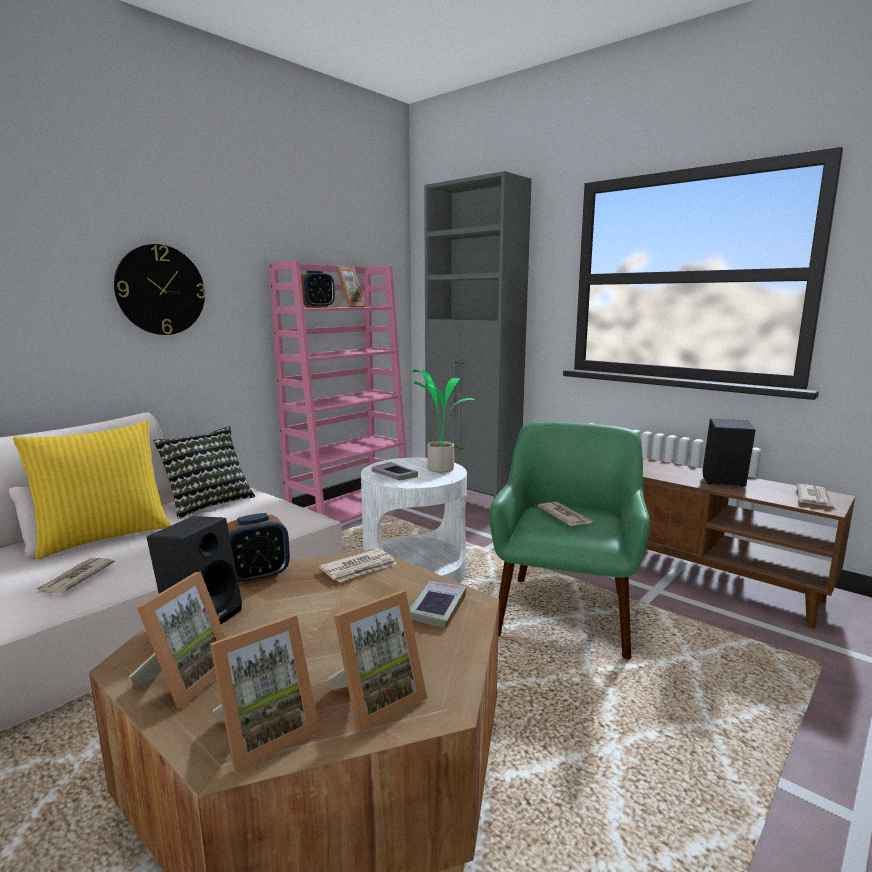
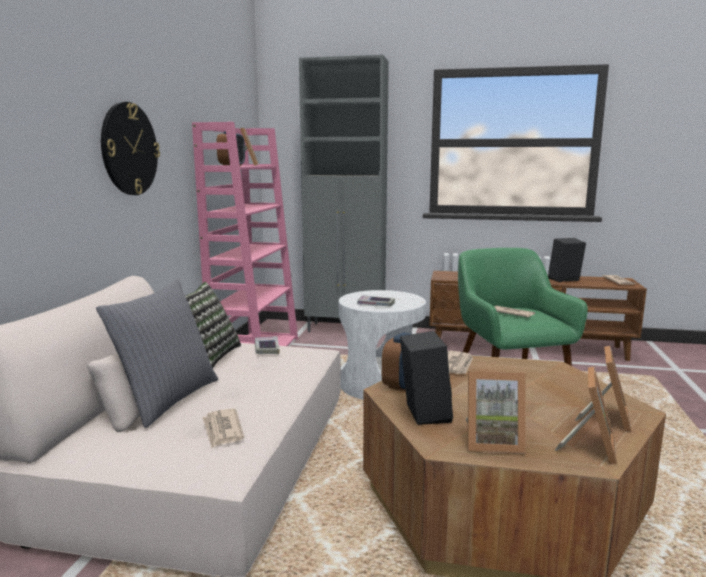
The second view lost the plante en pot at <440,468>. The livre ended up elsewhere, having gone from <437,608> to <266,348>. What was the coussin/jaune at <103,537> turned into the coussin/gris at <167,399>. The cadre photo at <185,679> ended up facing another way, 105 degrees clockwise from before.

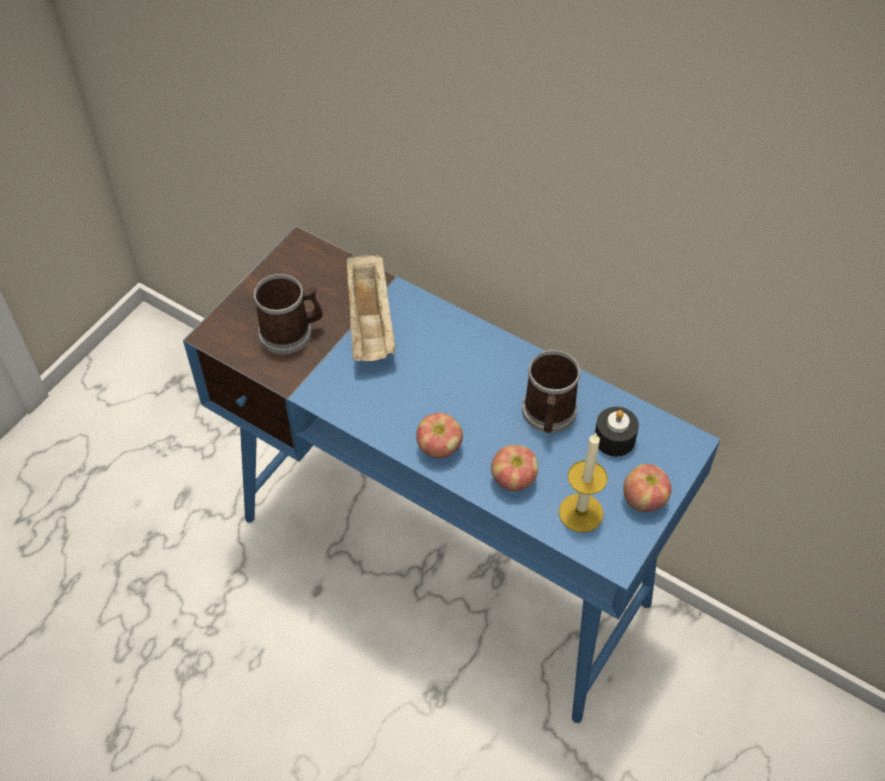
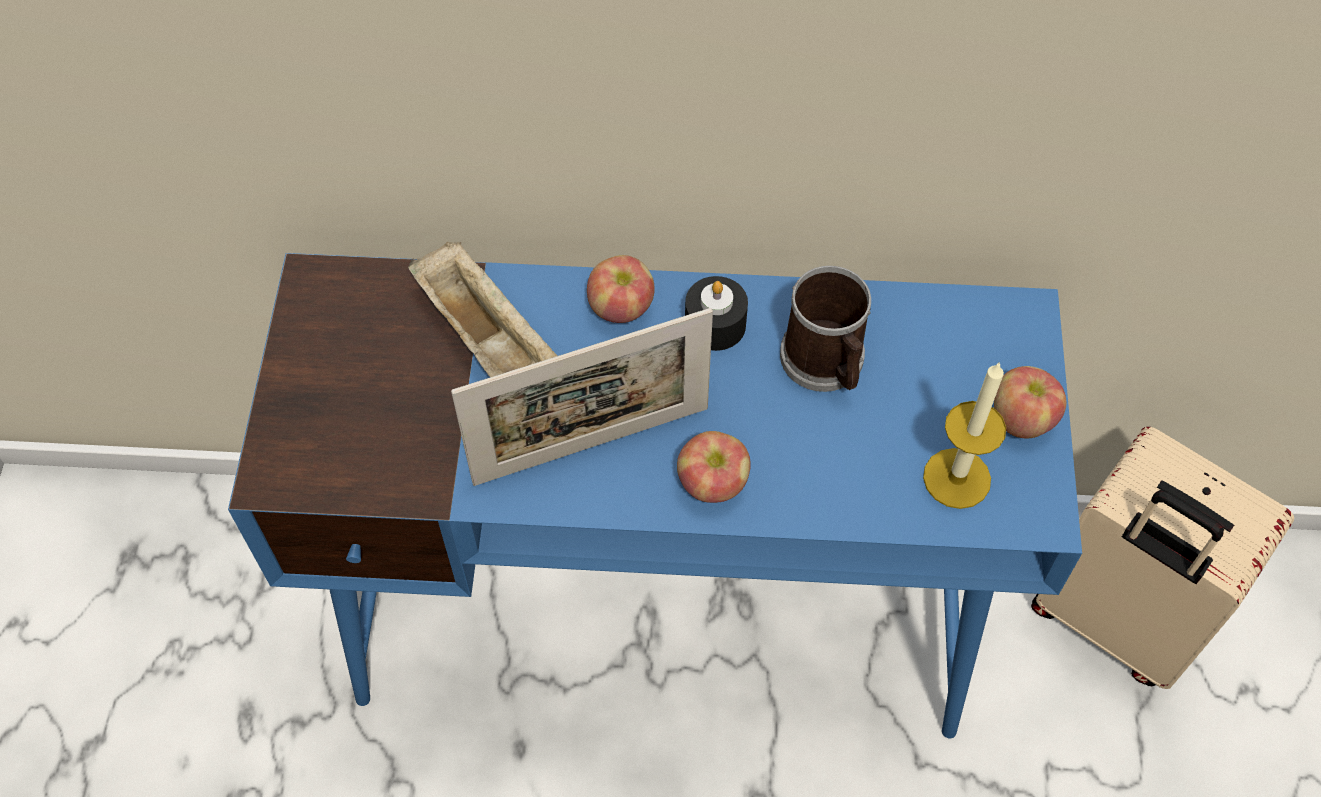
The second view lost the mug at <291,332>. The second view gained the cadre photo at <591,445>. The second view gained the valise/beige at <1113,620>. The pomme ended up elsewhere, having gone from <513,479> to <621,307>. The bougie/noir ended up elsewhere, having gone from <614,439> to <715,324>.

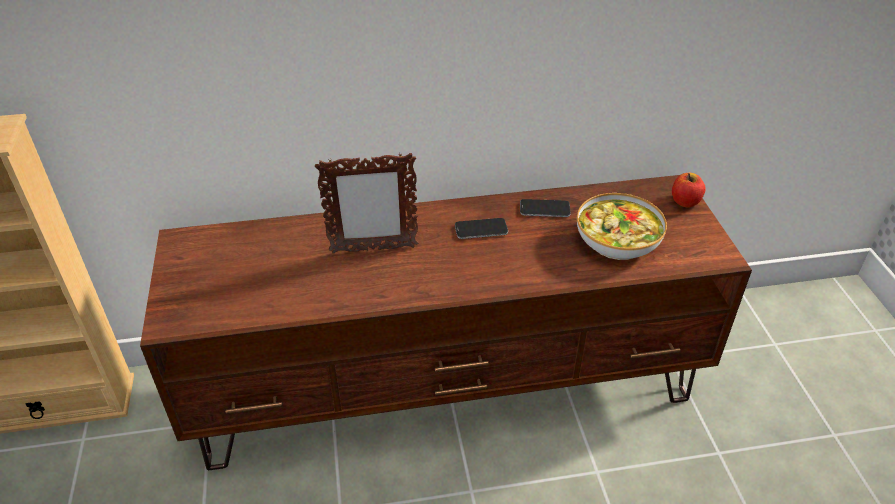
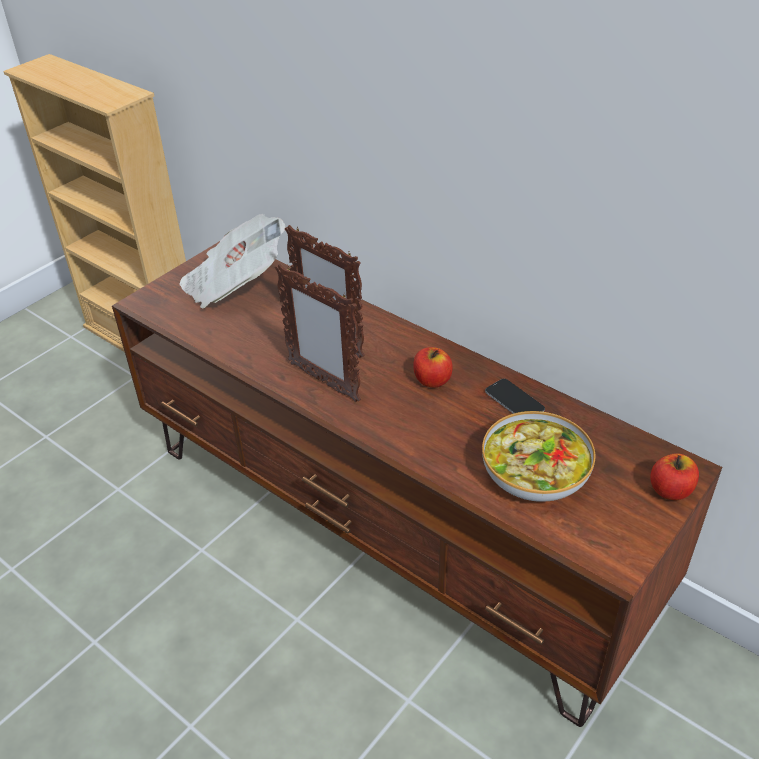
The second view gained the journal at <234,285>. The second view gained the cadre photo at <323,382>. Where the téléphone stood at <481,229>, the pomme came to stand at <432,380>.

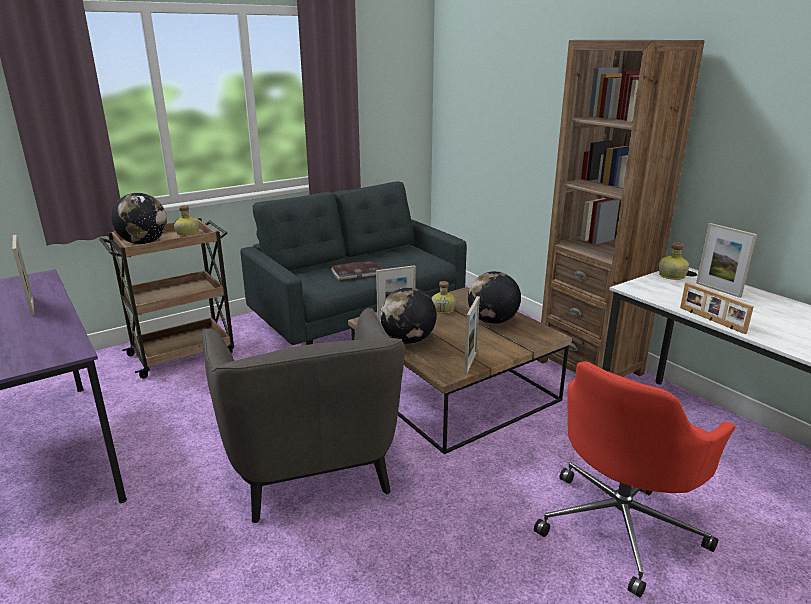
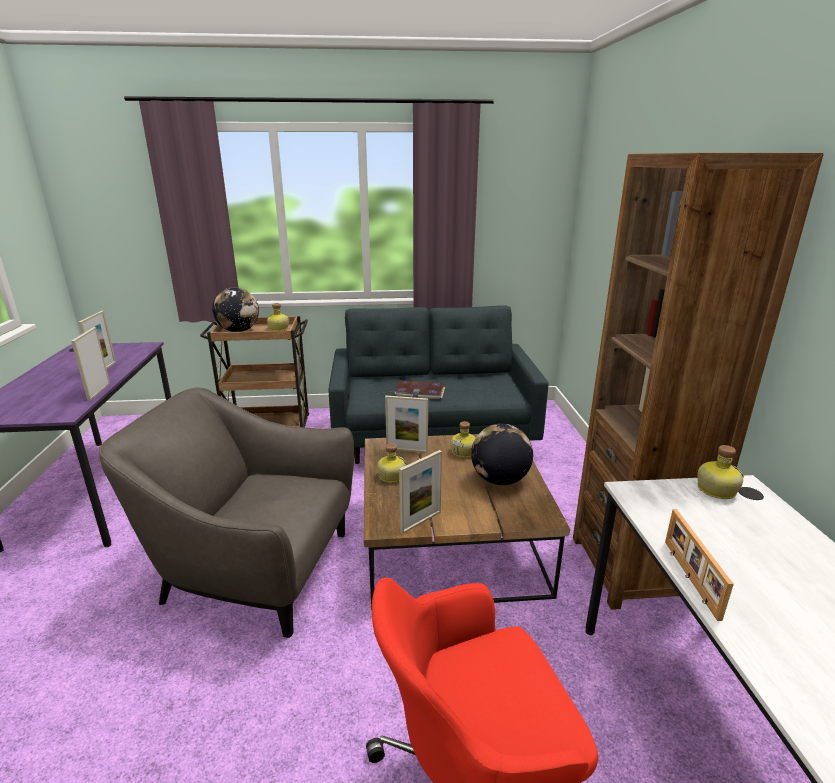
The cadre photo ended up elsewhere, having gone from <718,290> to <99,391>. Where the globe stood at <408,340>, the bouteille came to stand at <391,476>. The fauteuil/gris at <311,463> ended up facing another way, 90 degrees clockwise from before.

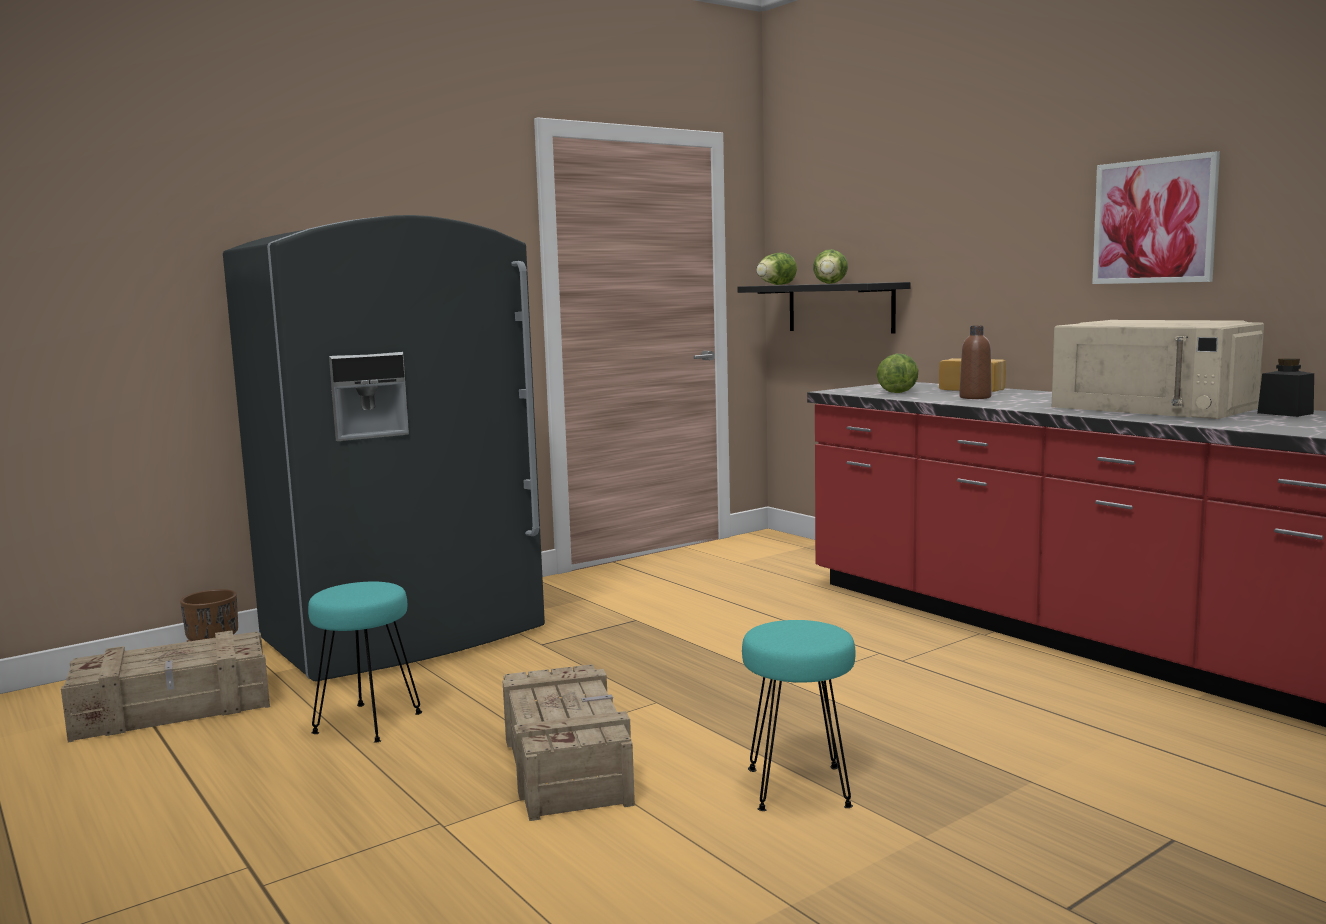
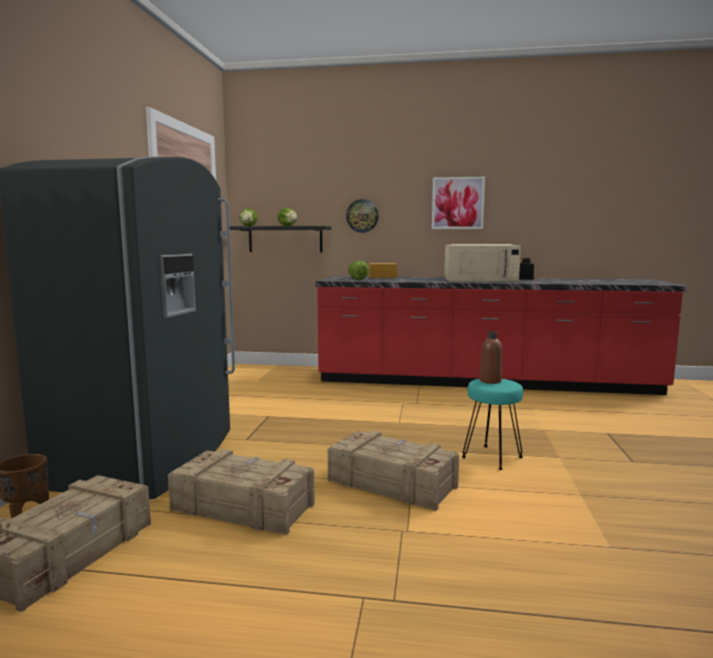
The second view gained the horloge murale at <362,216>. The bouteille/marron ended up elsewhere, having gone from <975,397> to <490,381>. Where the tabouret/turquoise stood at <367,722>, the caisse came to stand at <242,506>.

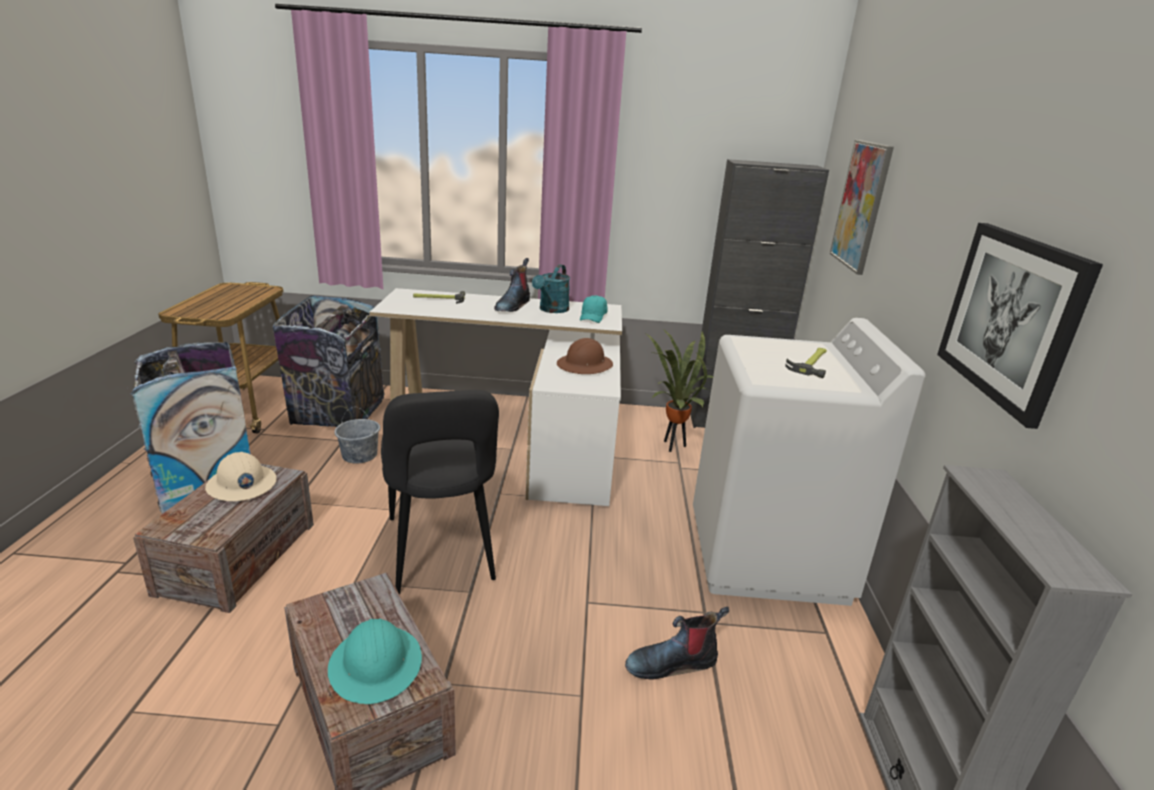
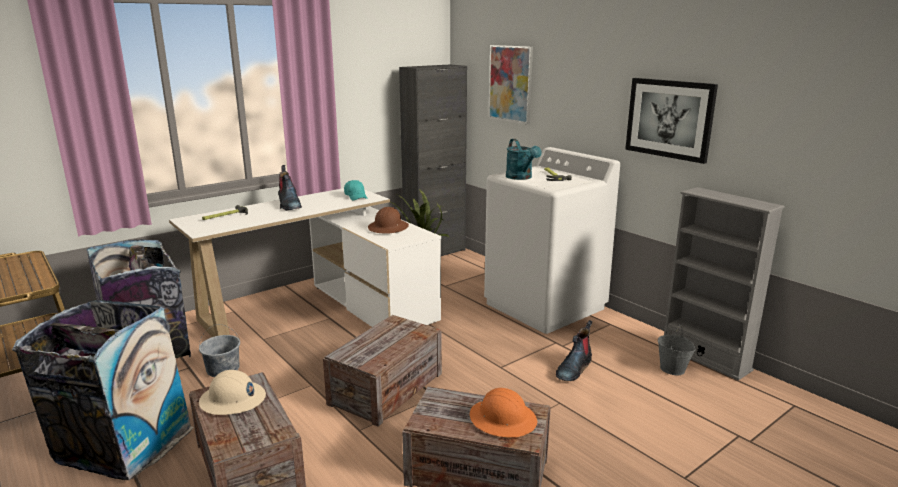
The second view gained the seau/gris at <673,369>. The arrosoir/turquoise ended up elsewhere, having gone from <551,310> to <521,177>. Where the chaise/noir stood at <441,553>, the caisse came to stand at <386,389>. What was the casque de chantier/turquoise at <376,665> turned into the casque de chantier/orange at <503,419>.

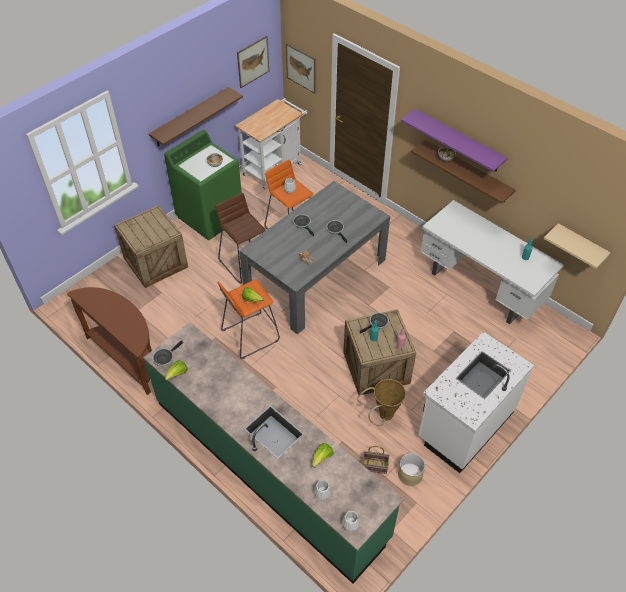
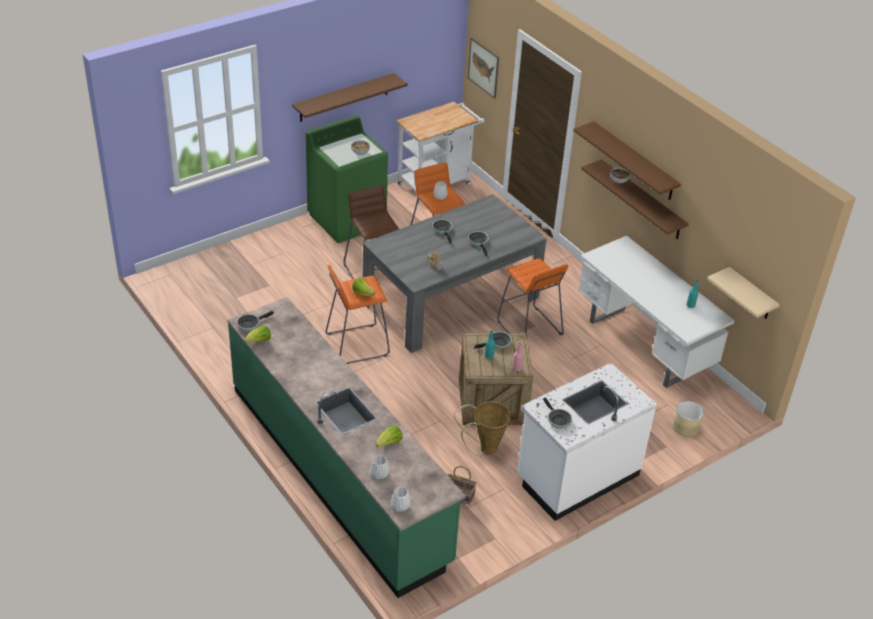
The second view lost the table console/marron at <128,357>. The second view lost the caisse at <155,262>. The second view lost the tableau at <253,61>. The second view gained the tabouret/orange at <529,328>. The second view gained the poêle at <557,419>. The cache-pot/beige ended up elsewhere, having gone from <410,474> to <686,427>. What was the étagère/violet at <458,140> turned into the étagère/marron at <634,161>.

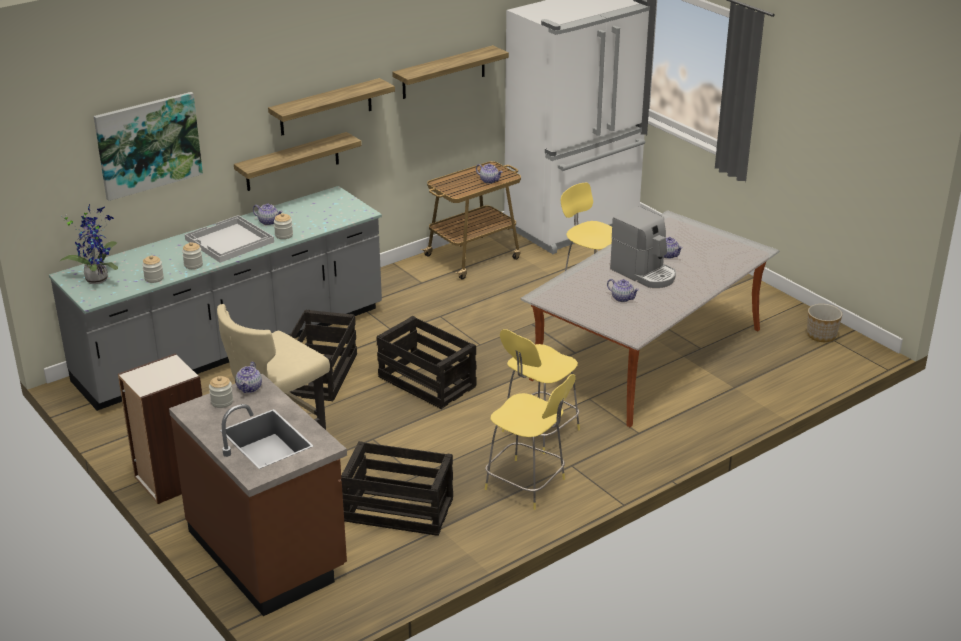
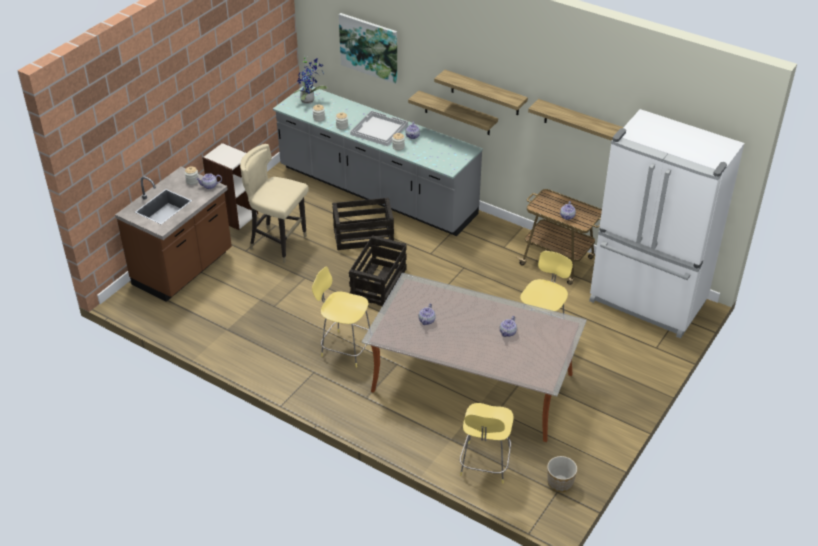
The second view lost the caisse at <397,510>. The second view lost the machine à café at <644,273>. The tabouret/jaune ended up elsewhere, having gone from <527,485> to <484,464>.

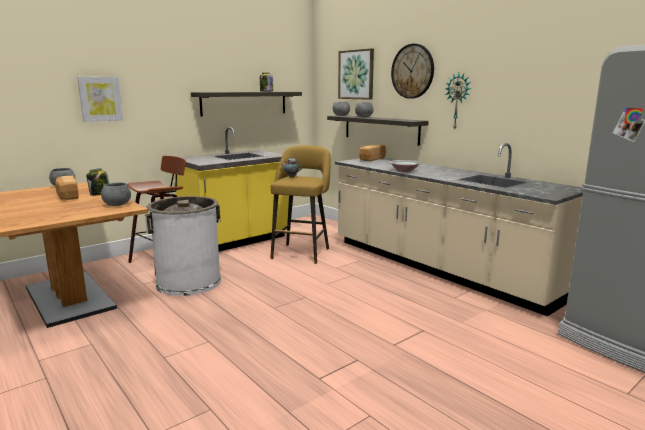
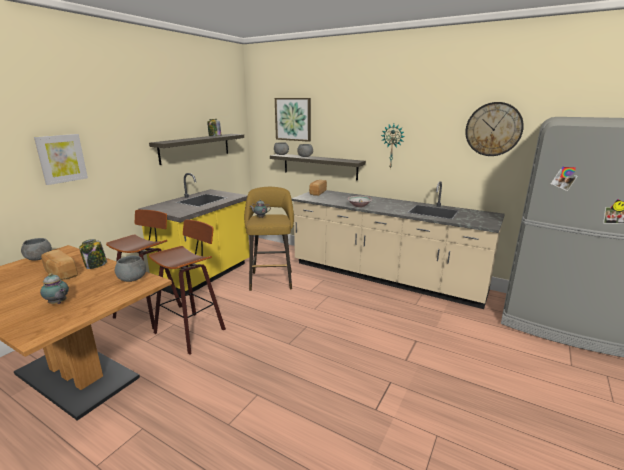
The second view gained the théière at <58,303>. The horloge murale ended up elsewhere, having gone from <412,71> to <493,129>. Where the poubelle/blanc stood at <189,282>, the tabouret came to stand at <192,330>.

